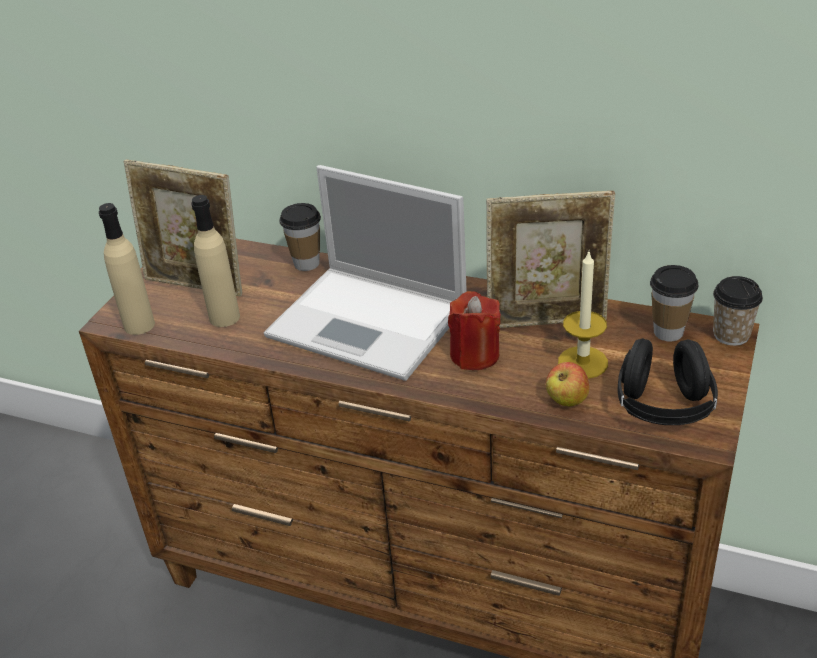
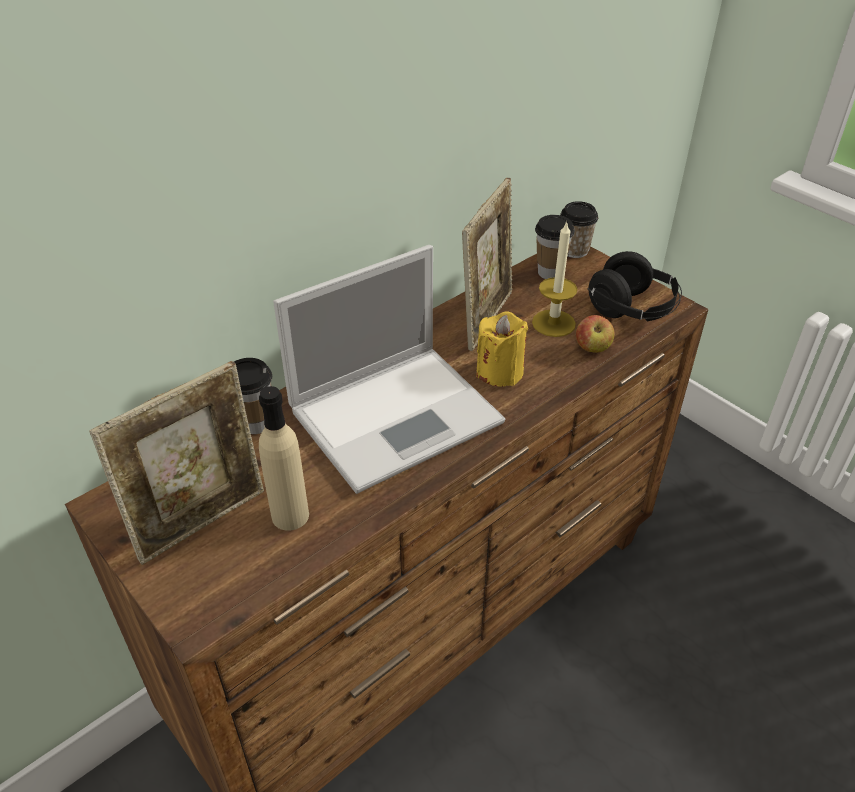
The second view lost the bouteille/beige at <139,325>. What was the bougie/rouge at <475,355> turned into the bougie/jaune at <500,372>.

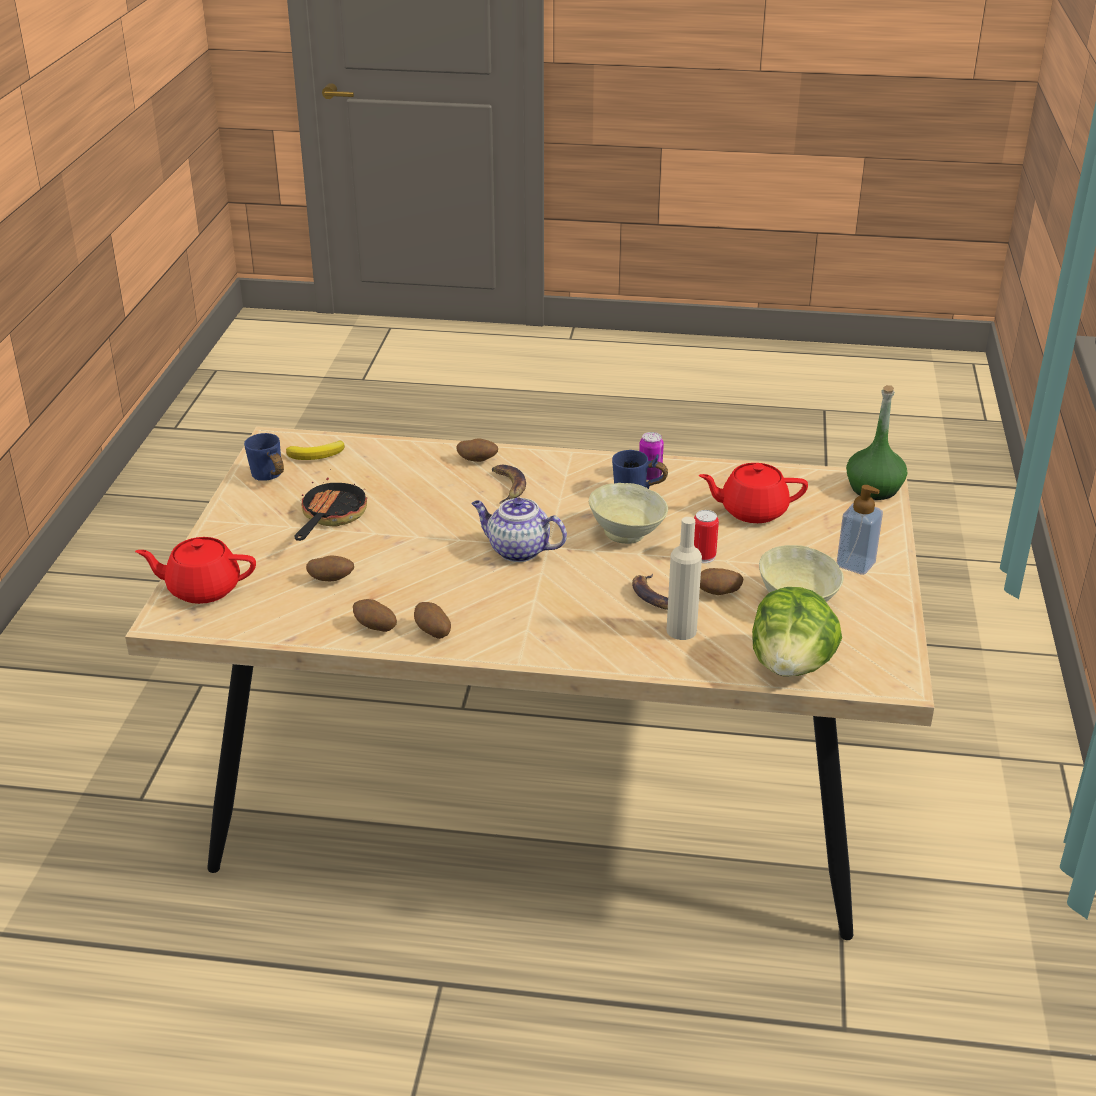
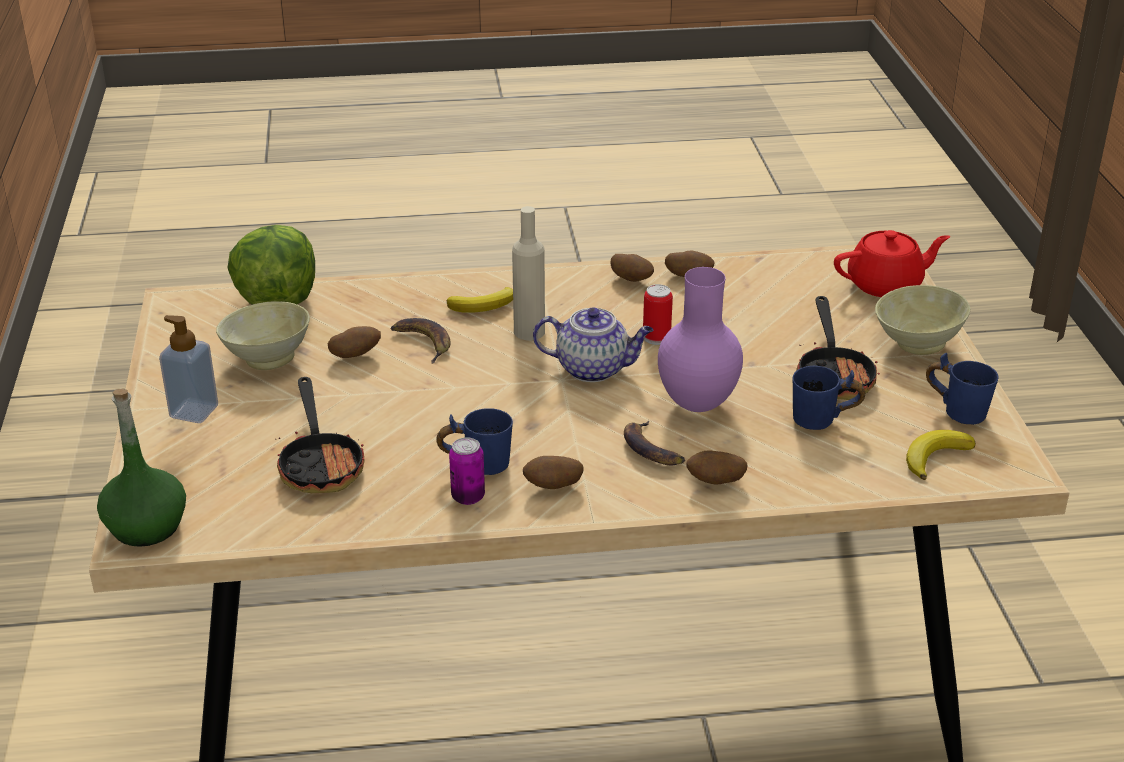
The second view gained the banane at <484,305>. The second view gained the vase/violet at <695,405>. The second view gained the mug/bleu at <823,424>. The pomme de terre ended up elsewhere, having gone from <331,580> to <553,487>. The bol/beige ended up elsewhere, having gone from <627,534> to <916,343>. The bouteille/beige ended up elsewhere, having gone from <681,630> to <529,332>. The boîte métallique ended up elsewhere, having gone from <703,556> to <656,337>. Where the théière/rouge stood at <752,511>, the poêle came to stand at <321,464>.

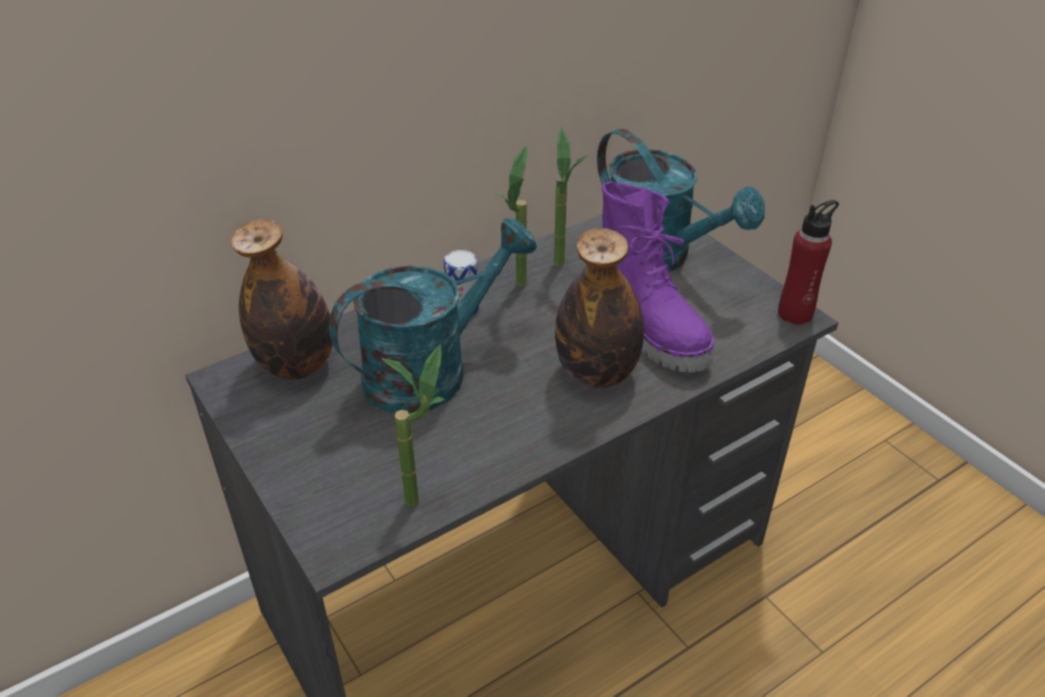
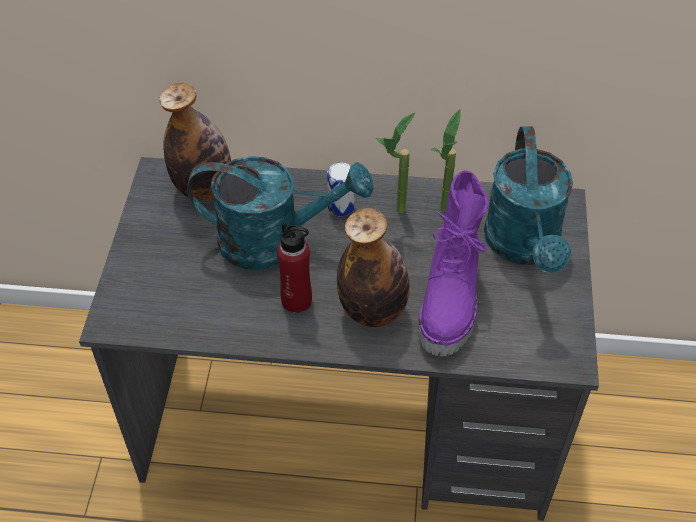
The second view lost the plante en pot at <425,496>. The bouteille/rouge ended up elsewhere, having gone from <795,314> to <296,301>.

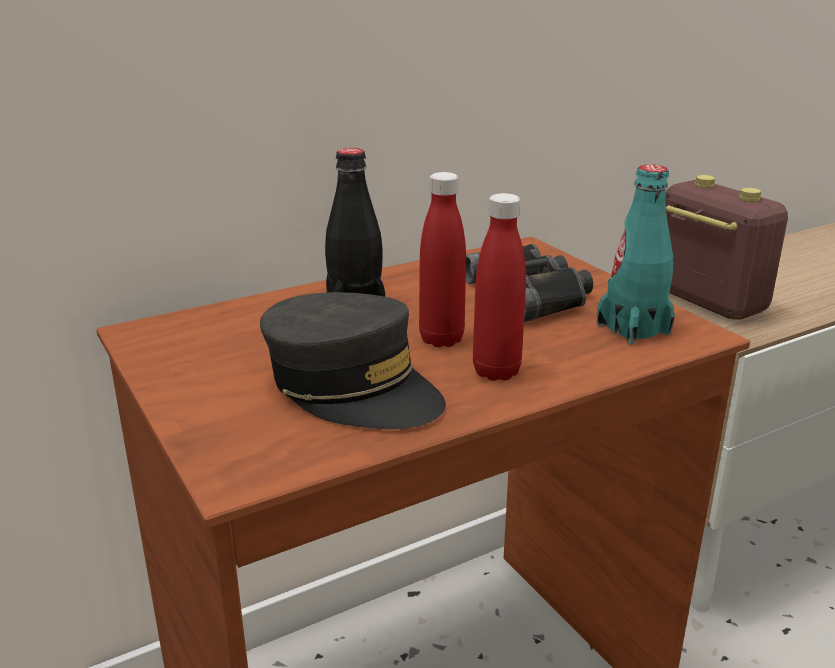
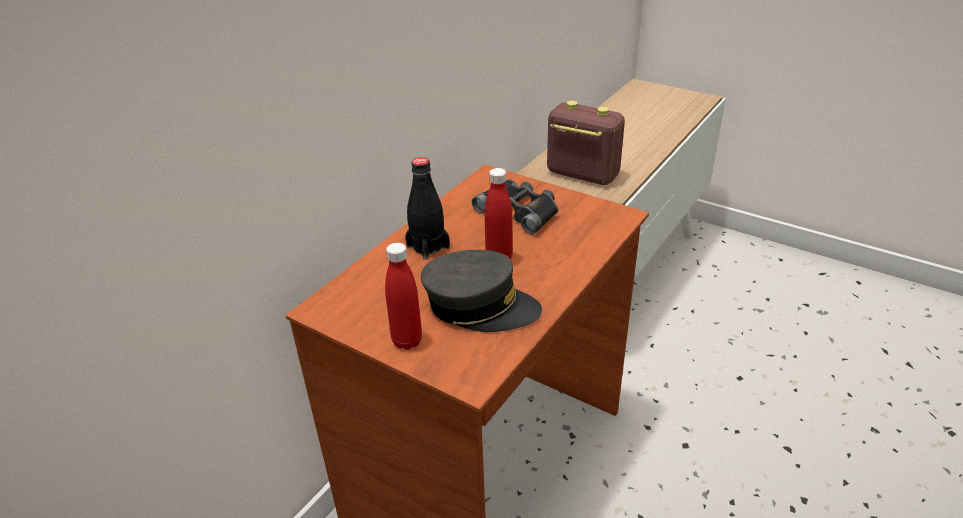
The second view lost the bouteille/turquoise at <633,329>. The bouteille/rouge ended up elsewhere, having gone from <496,372> to <407,341>.

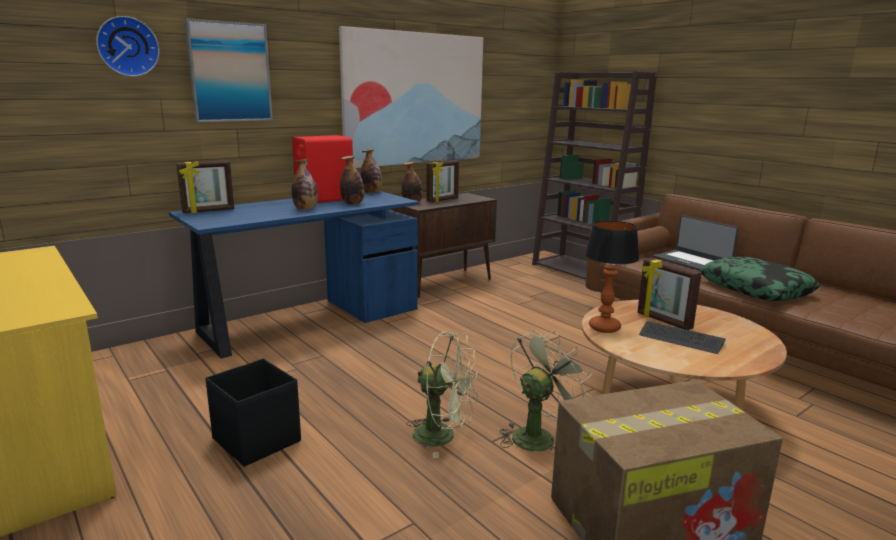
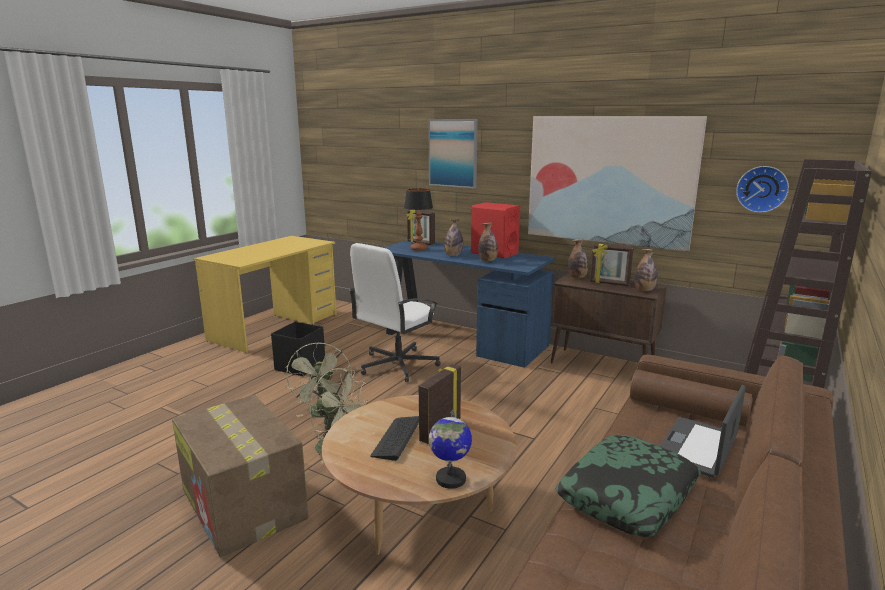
The second view gained the chaise de bureau/blanc at <397,365>. The second view gained the globe at <450,479>. The horloge murale ended up elsewhere, having gone from <127,46> to <762,189>. The bouteille ended up elsewhere, having gone from <372,192> to <644,290>. The lampe de table ended up elsewhere, having gone from <604,327> to <419,249>.

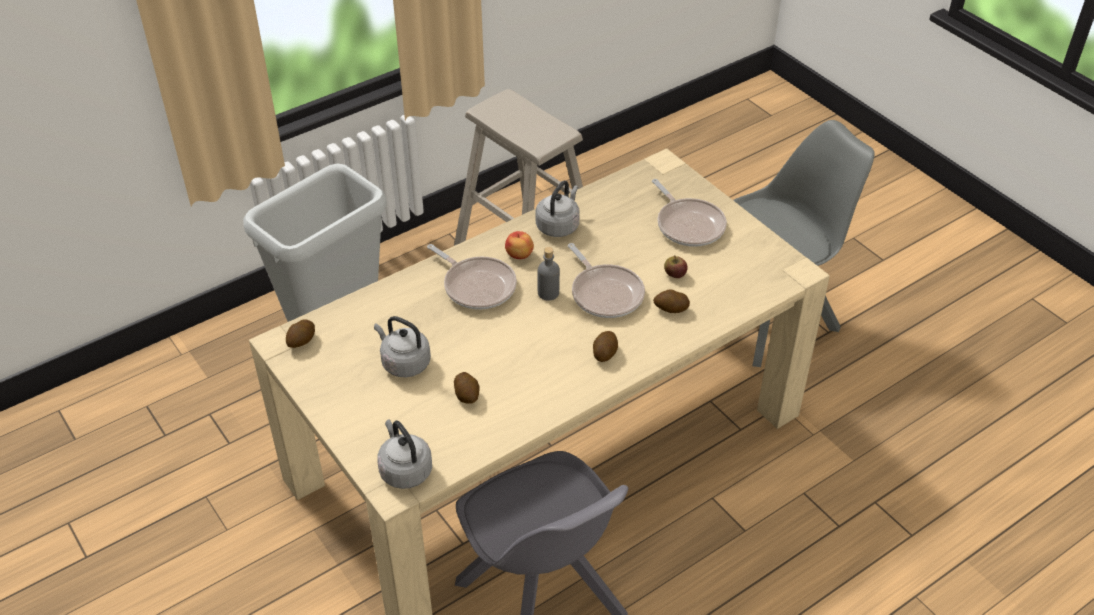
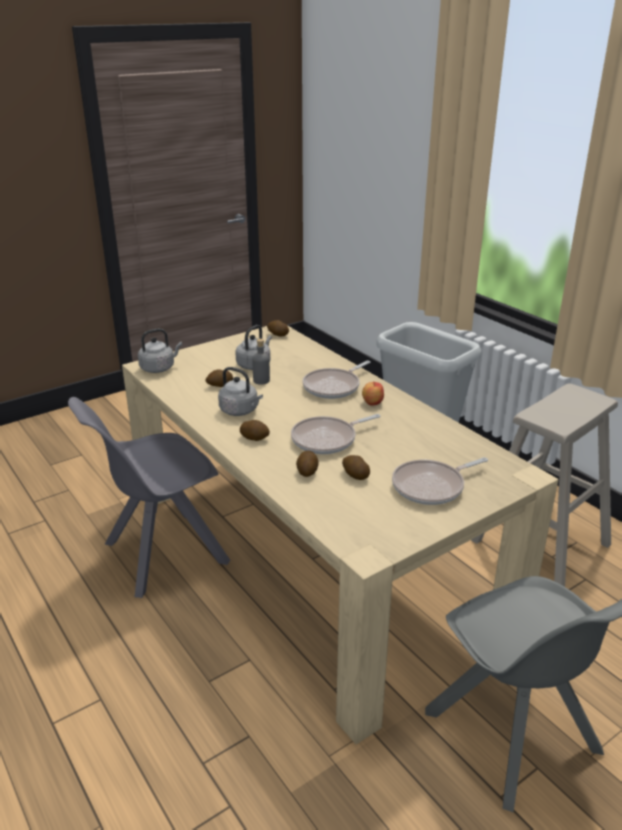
The bouilloire/gris ended up elsewhere, having gone from <558,225> to <240,411>. The bouteille/gris ended up elsewhere, having gone from <548,293> to <261,380>. Where the pomme stood at <674,274>, the pomme de terre came to stand at <355,475>.

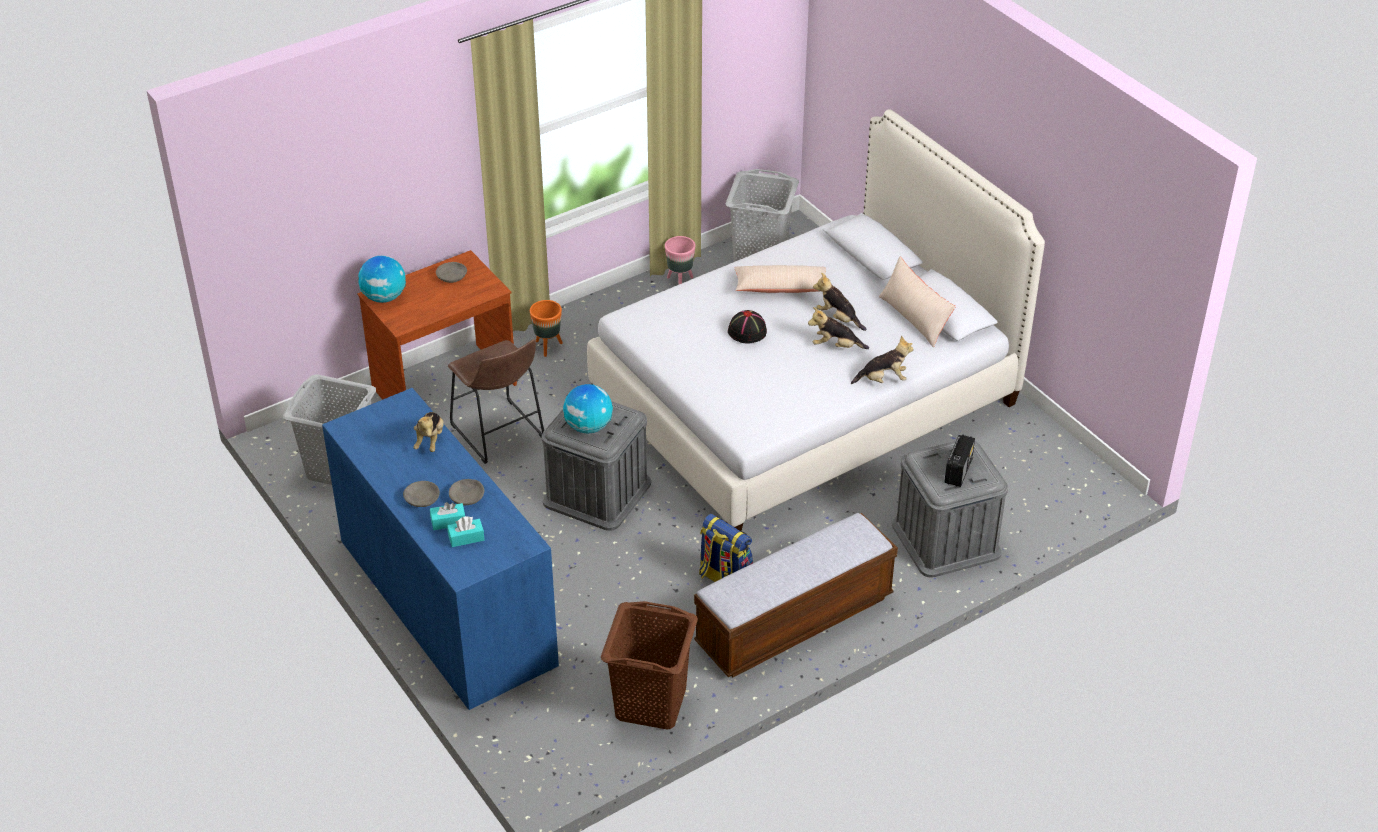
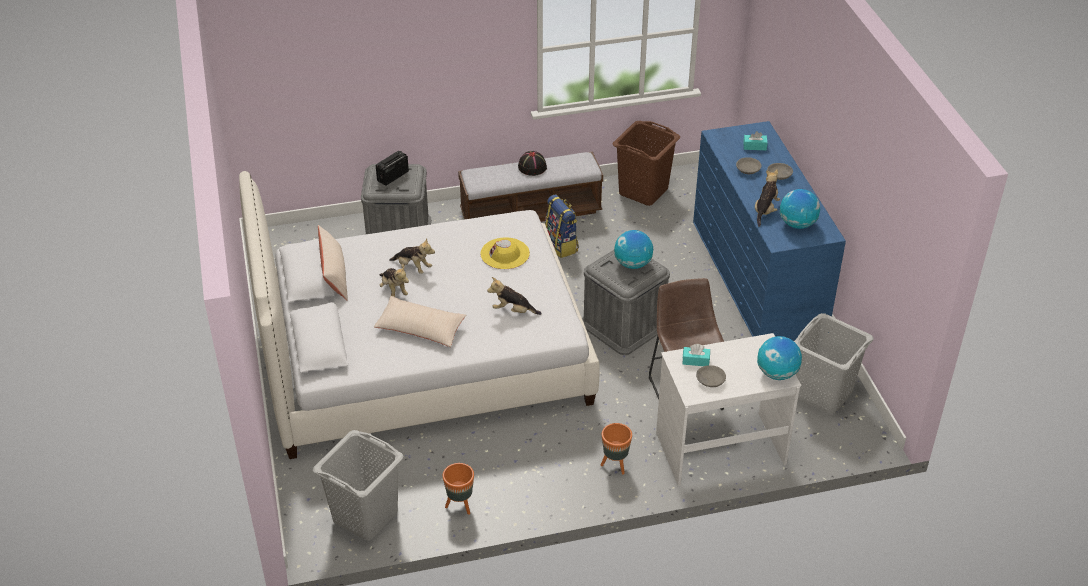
The second view gained the chapeau/jaune at <505,254>. The second view gained the globe at <797,224>. The boîte à mouchoirs/turquoise ended up elsewhere, having gone from <448,521> to <695,360>. The chapeau/noir ended up elsewhere, having gone from <747,331> to <532,166>. The peluche ended up elsewhere, having gone from <883,380> to <513,311>. What was the bureau/marron at <444,387> turned into the bureau/blanc at <720,447>. What was the cache-pot/rose at <680,281> turned into the cache-pot/orange at <460,505>.

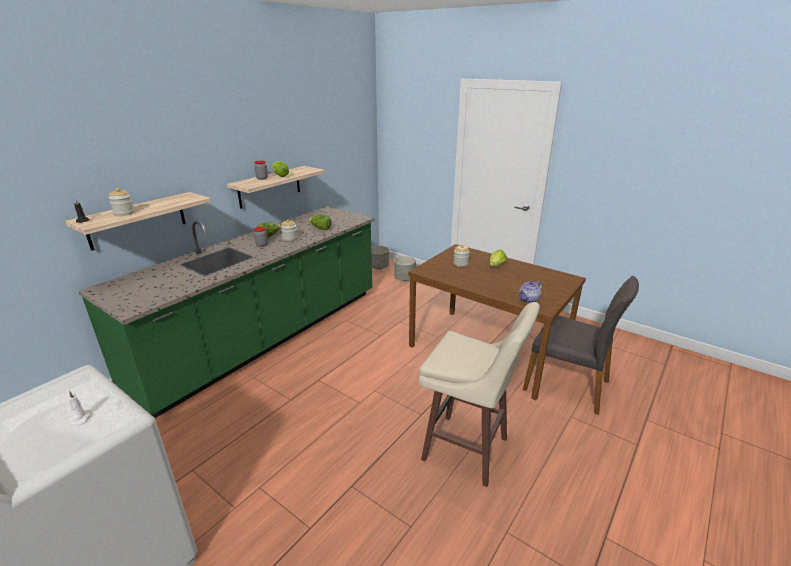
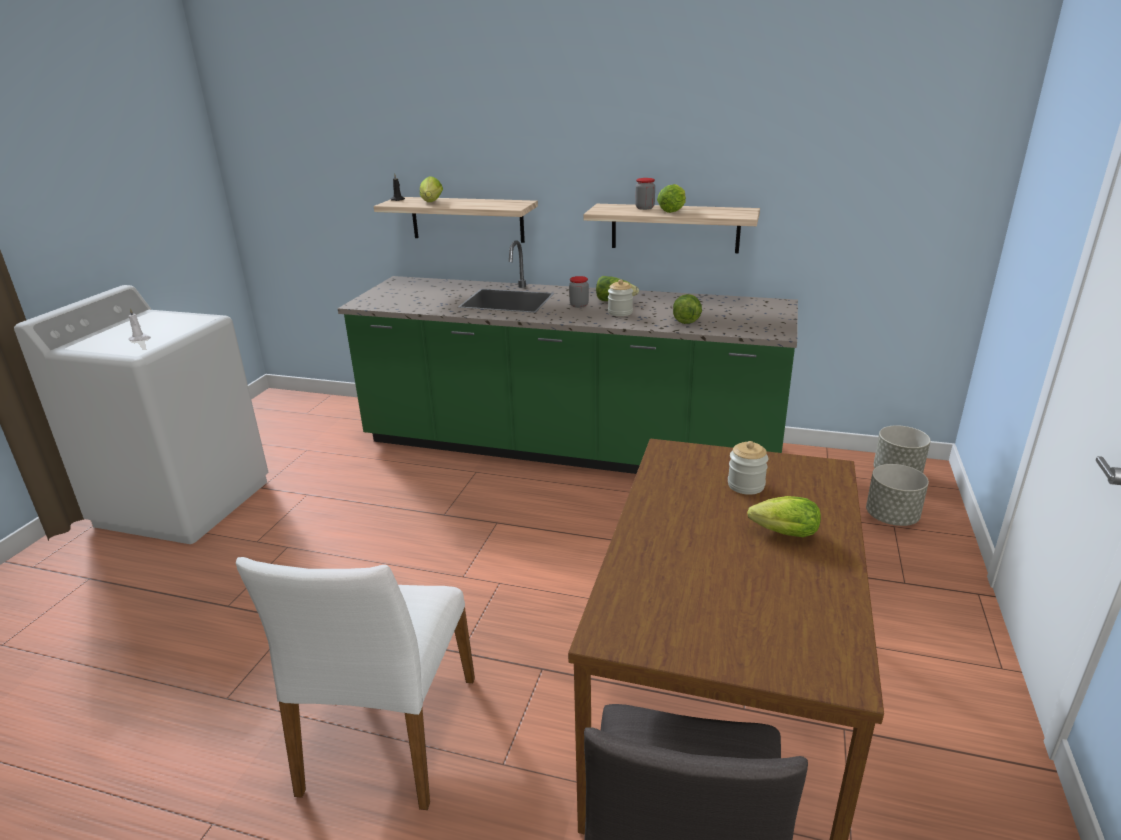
The second view lost the théière at <529,299>. Where the bocal stood at <124,213>, the laitue came to stand at <431,202>. Where the tabouret/beige stood at <467,450>, the chaise/blanc came to stand at <387,734>.

